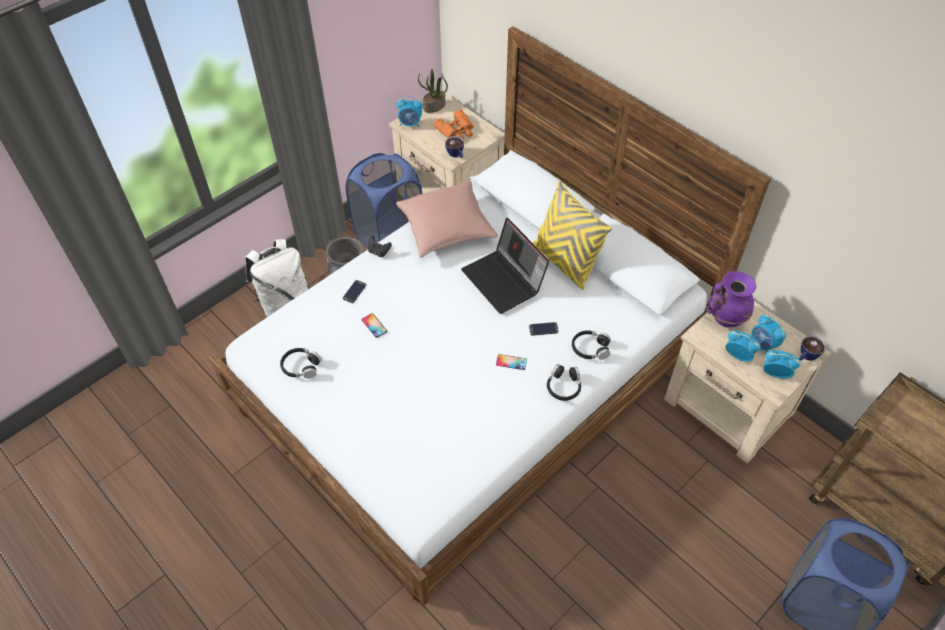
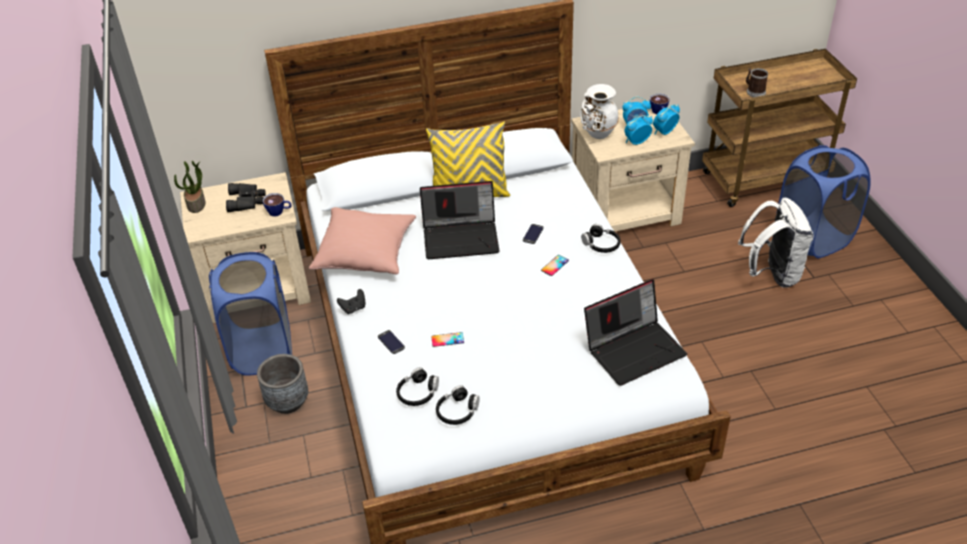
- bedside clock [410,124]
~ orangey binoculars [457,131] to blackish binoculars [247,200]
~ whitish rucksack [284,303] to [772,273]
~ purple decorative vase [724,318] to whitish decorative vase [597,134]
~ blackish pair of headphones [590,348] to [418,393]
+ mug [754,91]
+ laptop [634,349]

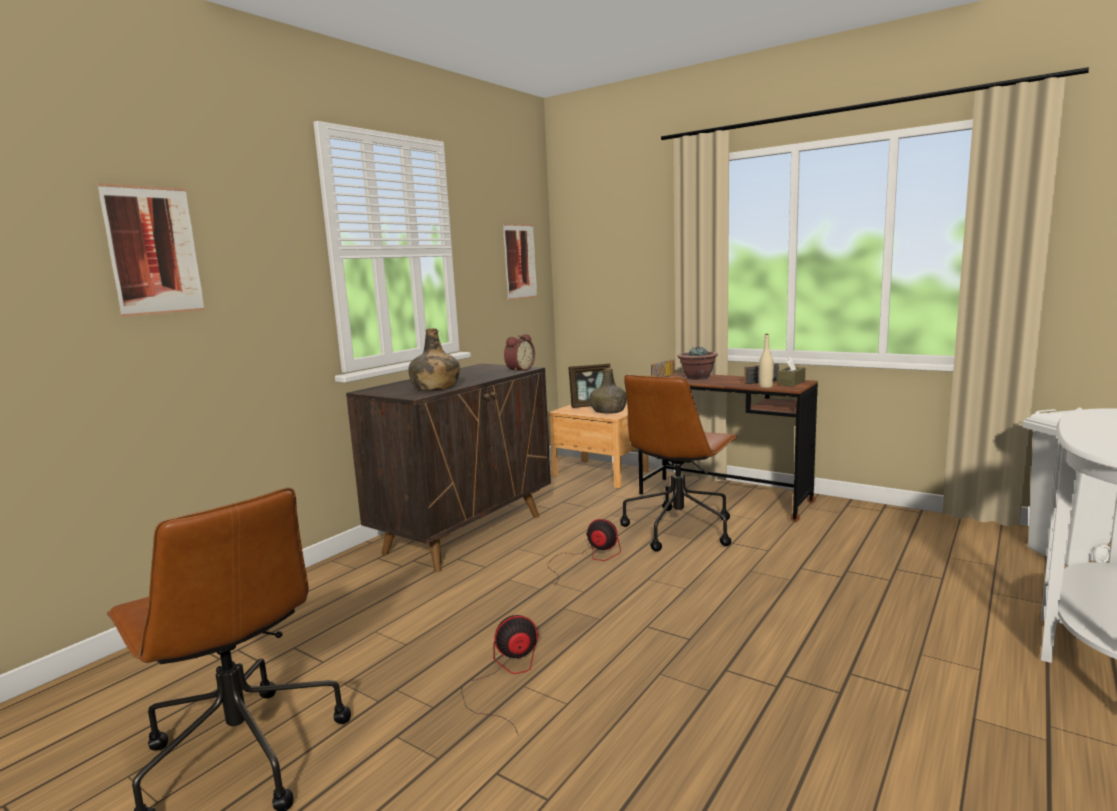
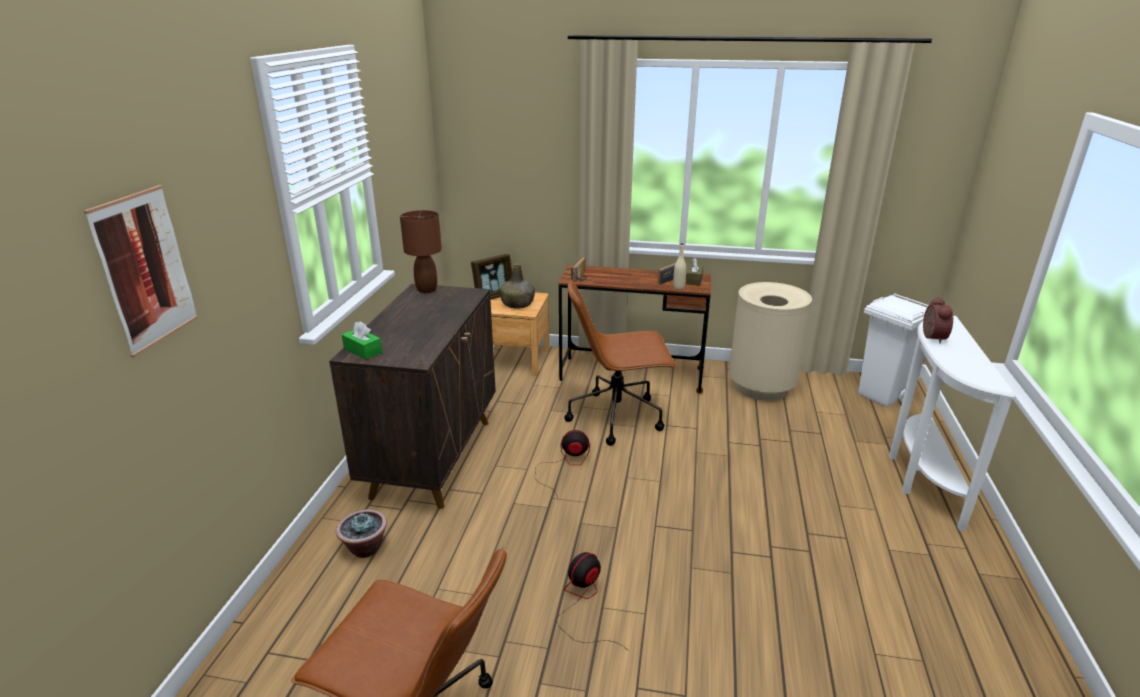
- wall art [520,261]
- greenish beverage bottle [435,388]
~ bedside clock [518,370] to [931,337]
~ potted plant [697,378] to [365,548]
~ brown-coloured office chair [679,529] = [617,417] 75 degrees clockwise
+ brown-coloured tabletop lamp [426,290]
+ sand-coloured waste bin [761,387]
+ greenish tissue holder [363,350]

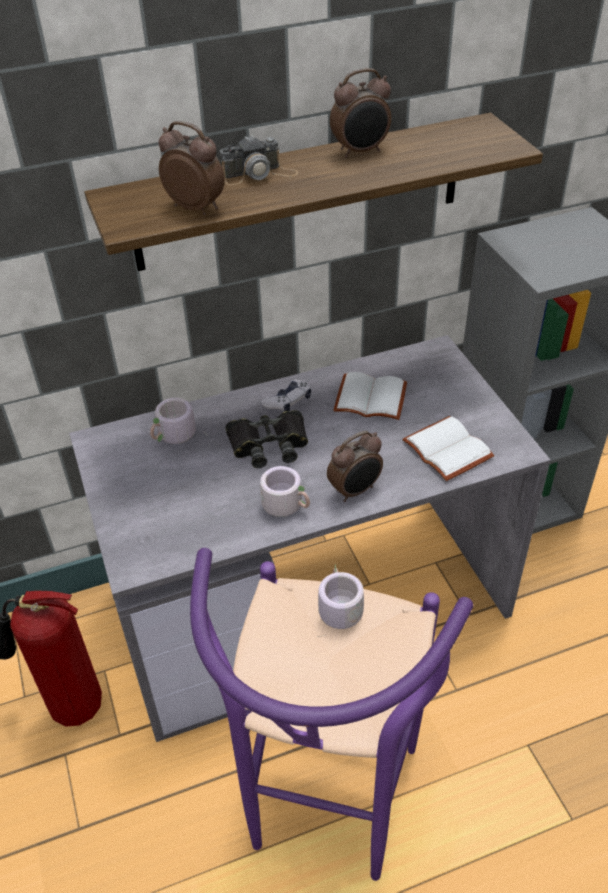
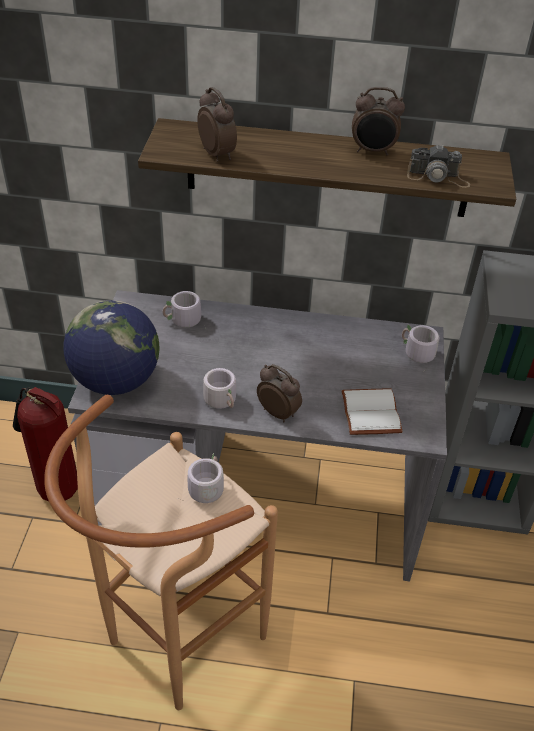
~ photo camera [259,174] to [438,177]
- whitish volume [372,397]
- joypad [288,401]
- blackish binoculars [269,444]
~ bedside clock [355,490] = [278,412] 135 degrees counterclockwise
~ purple sitting stool [326,812] to brown-coloured sitting stool [174,646]
+ desk globe [116,381]
+ grey mug [415,353]

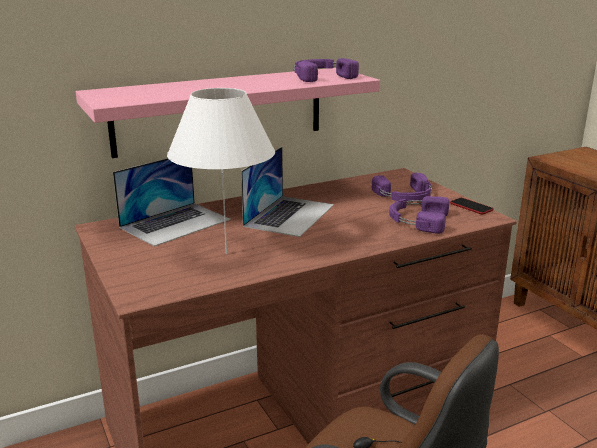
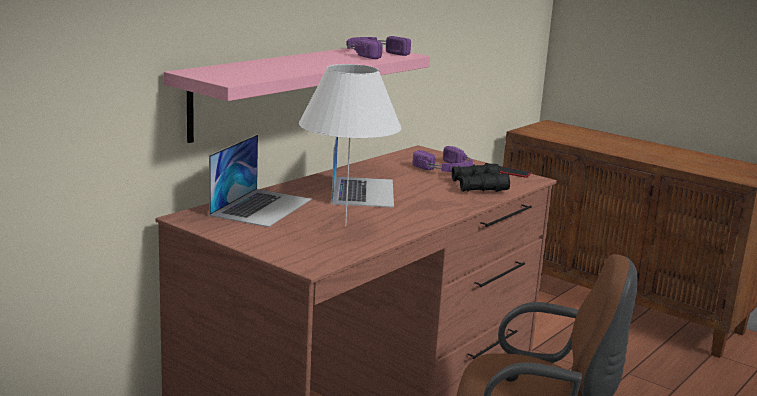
~ purple pair of headphones [417,220] to blackish binoculars [478,186]

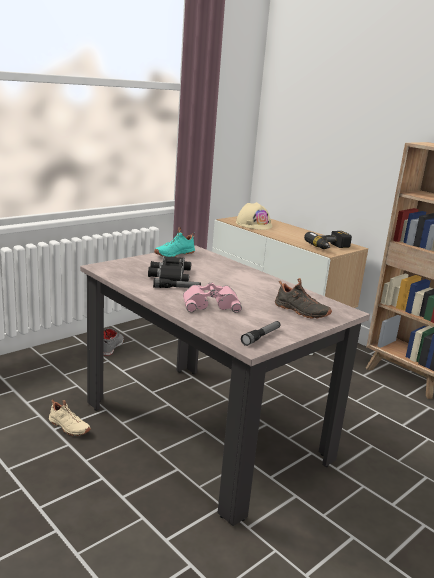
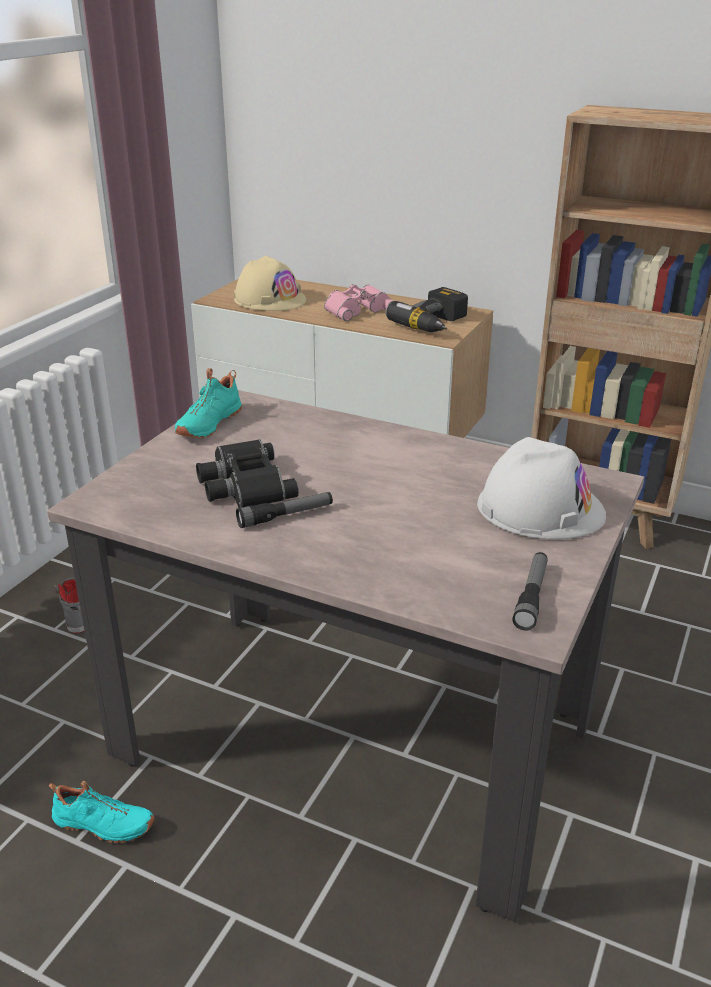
~ blackish shoe [300,312] to whitish work helmet [540,508]
~ pink-coloured binoculars [211,304] to [357,309]
~ sand-coloured shoe [68,427] to turquoise shoe [102,825]

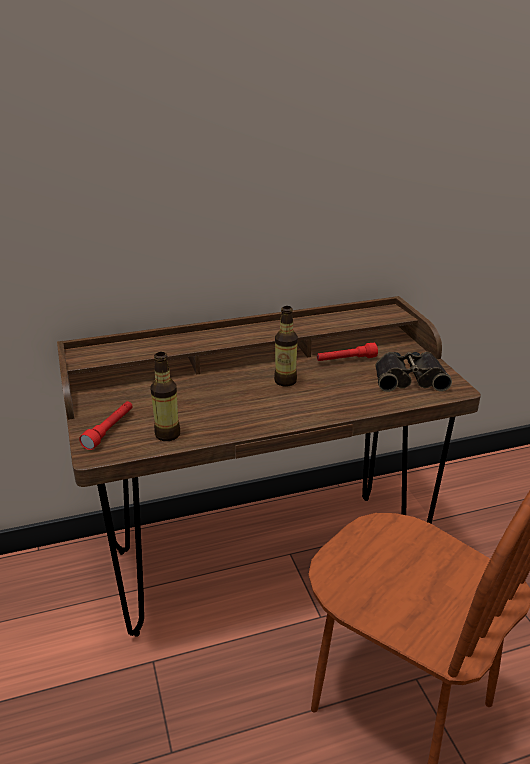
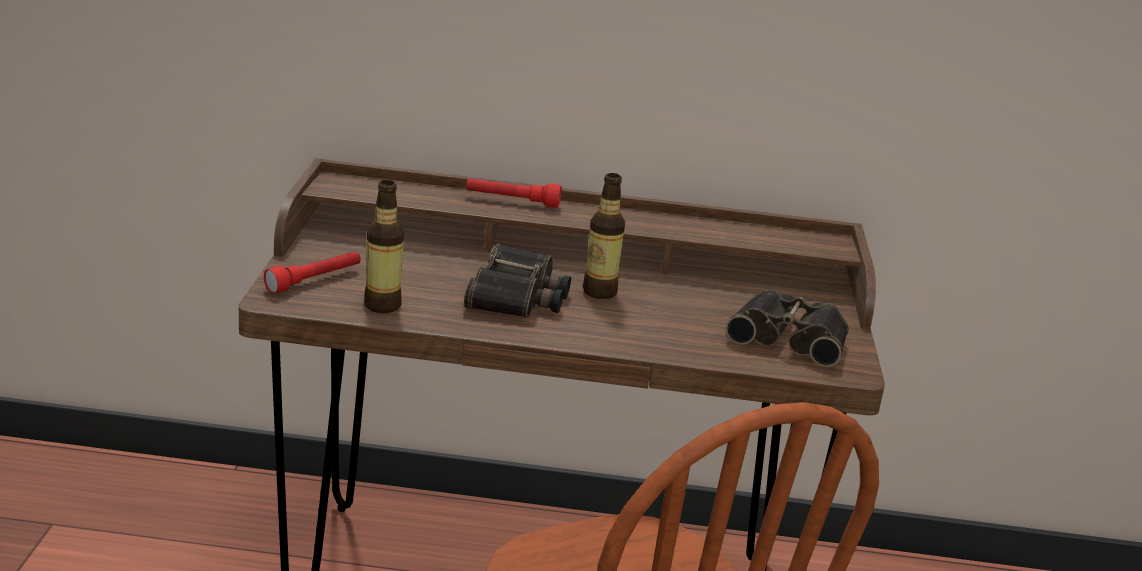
~ red-coloured hand torch [346,360] to [512,201]
+ binoculars [518,297]

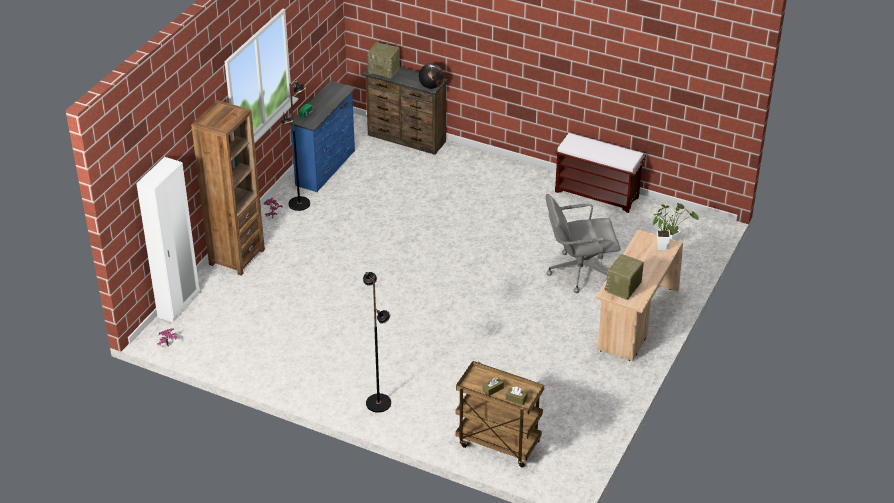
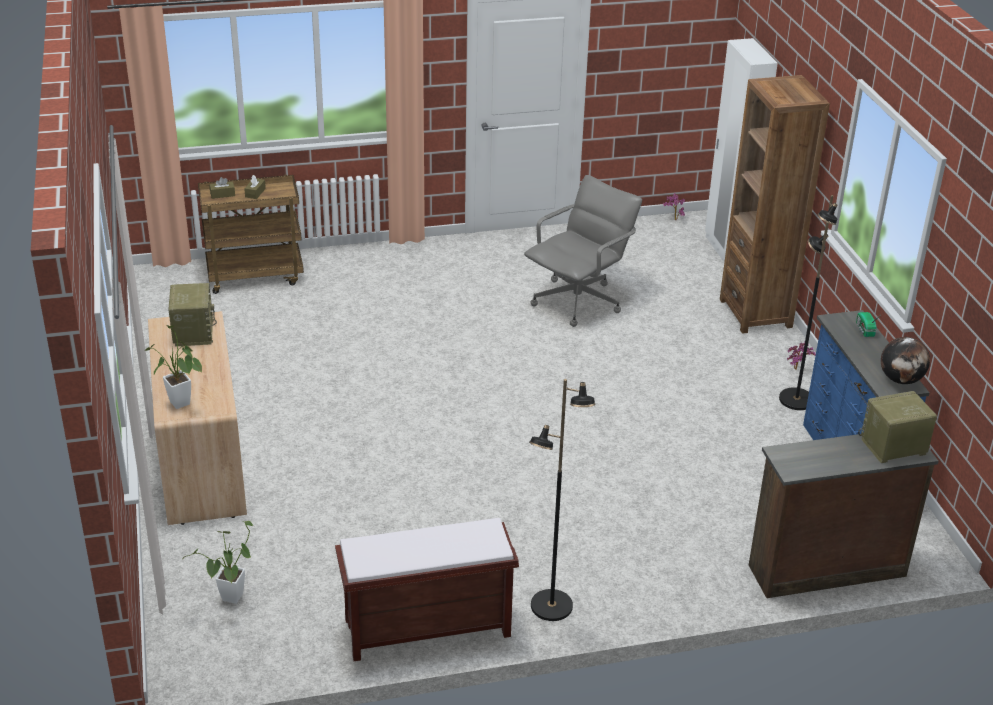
~ desk globe [431,86] to [901,380]
~ grey office chair [578,271] to [578,302]
~ blackish standard lamp [379,403] to [551,607]

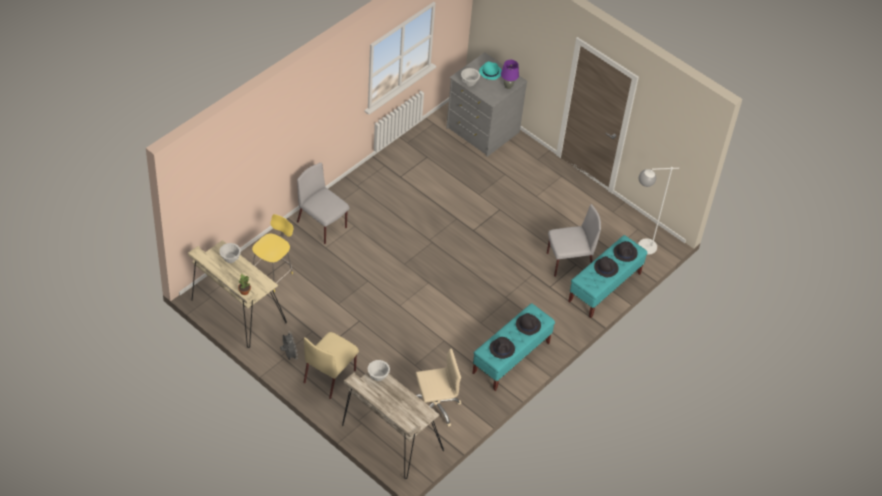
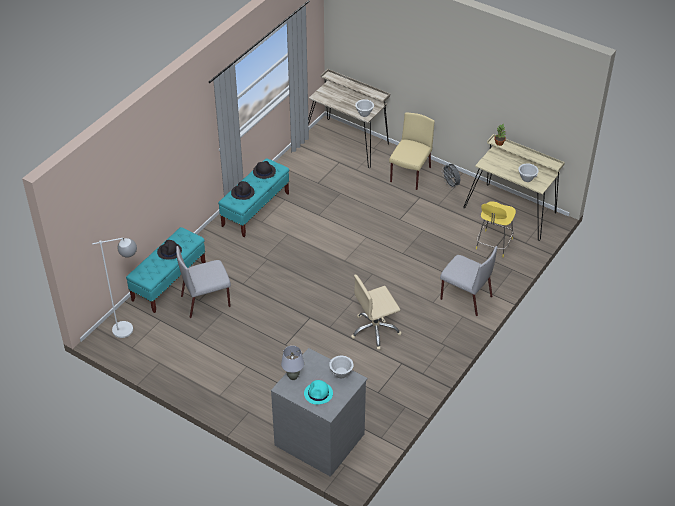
~ purple tabletop lamp [508,86] to grey tabletop lamp [293,377]
- blackish wearable hat [625,252]
~ sand-coloured office chair [435,407] to [375,330]

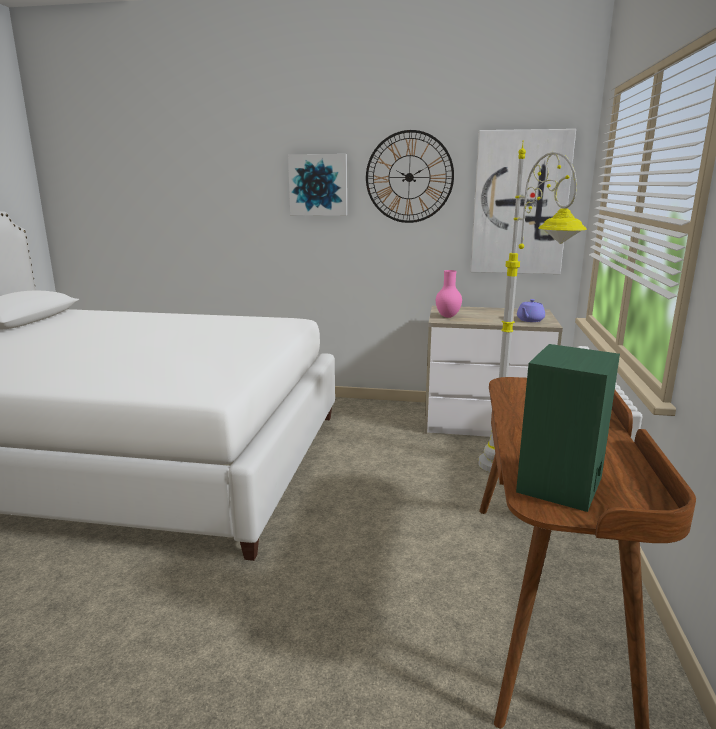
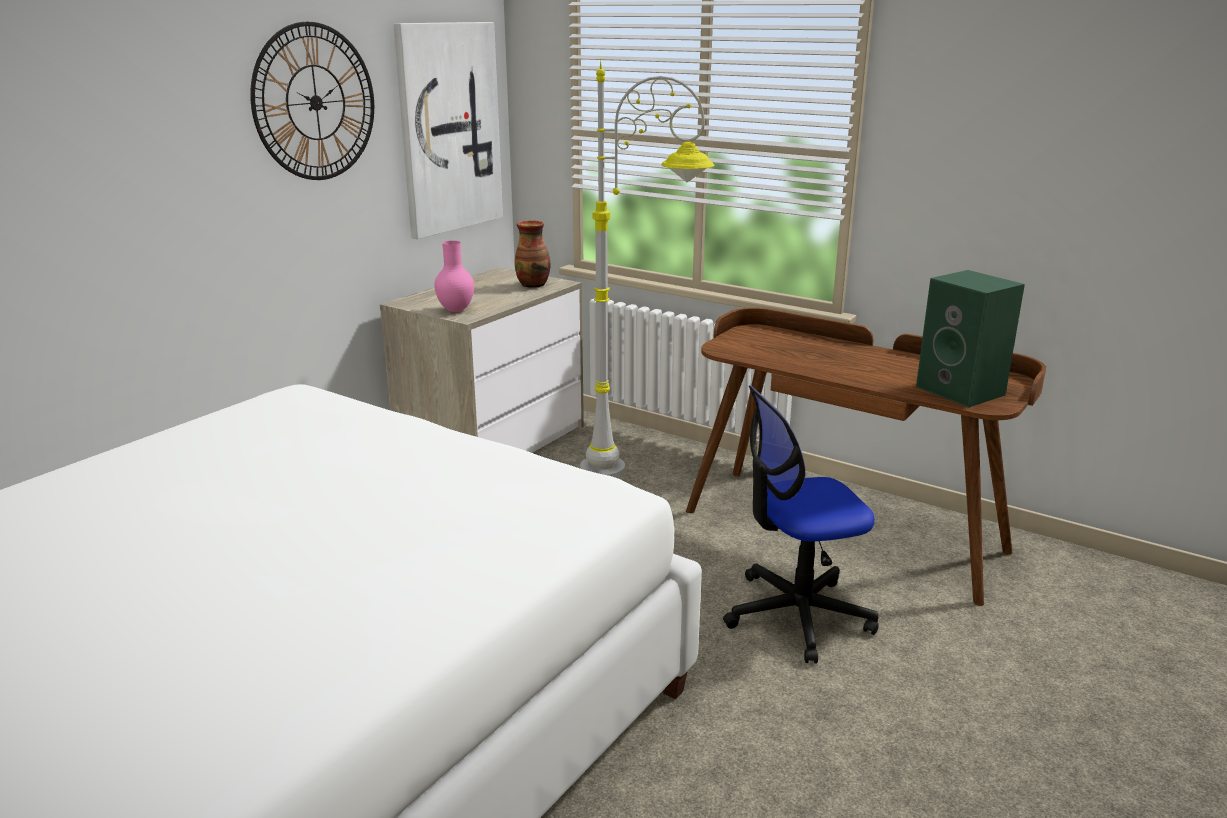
- wall art [318,185]
~ purple pot for tea [529,320] to decorative vase [533,285]
+ office chair [797,615]

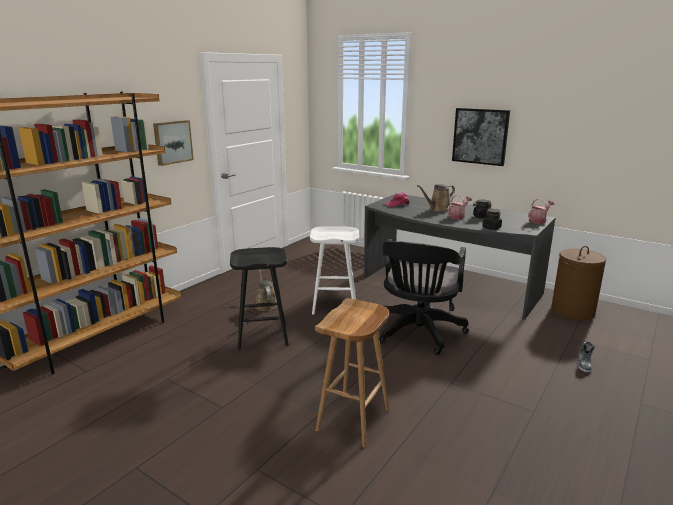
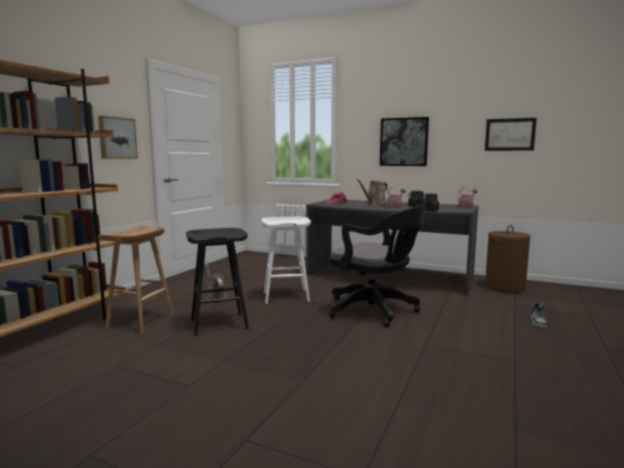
~ blackish office chair [418,333] = [375,311] 60 degrees counterclockwise
~ brown-coloured sitting stool [353,420] to [141,322]
+ wall art [509,134]

